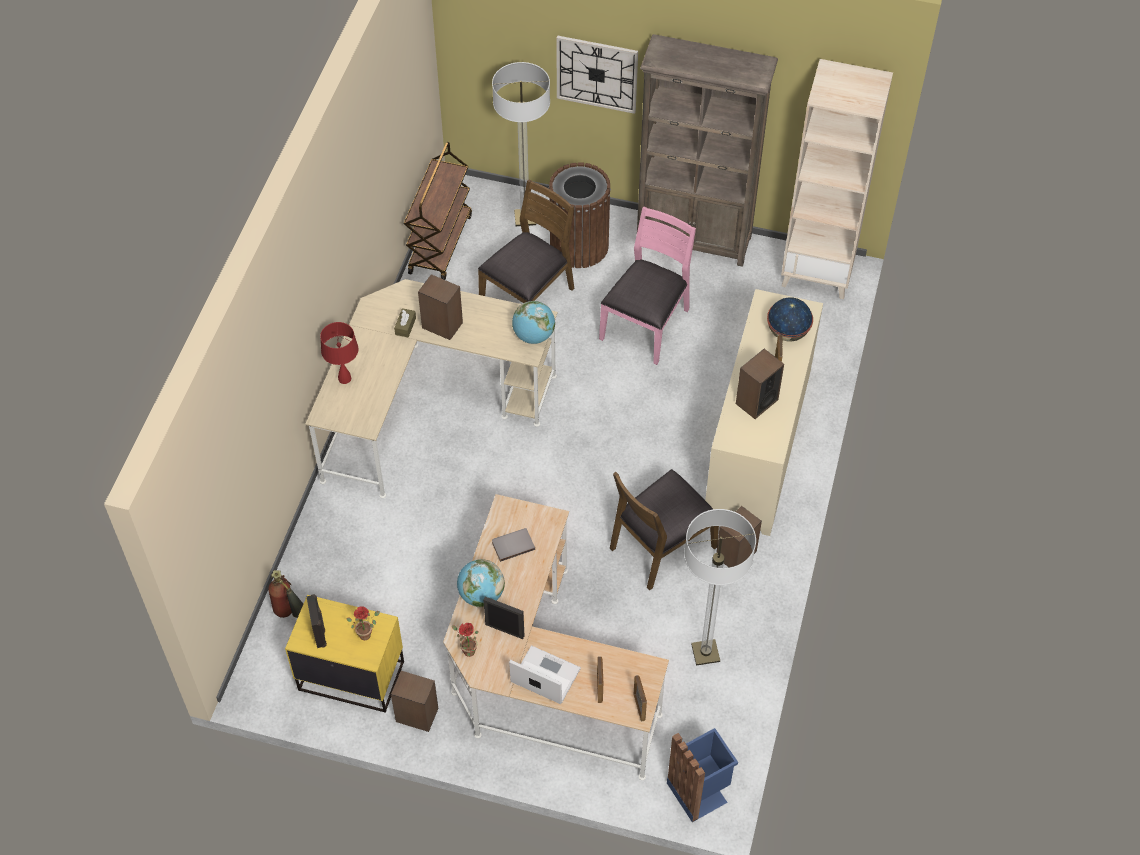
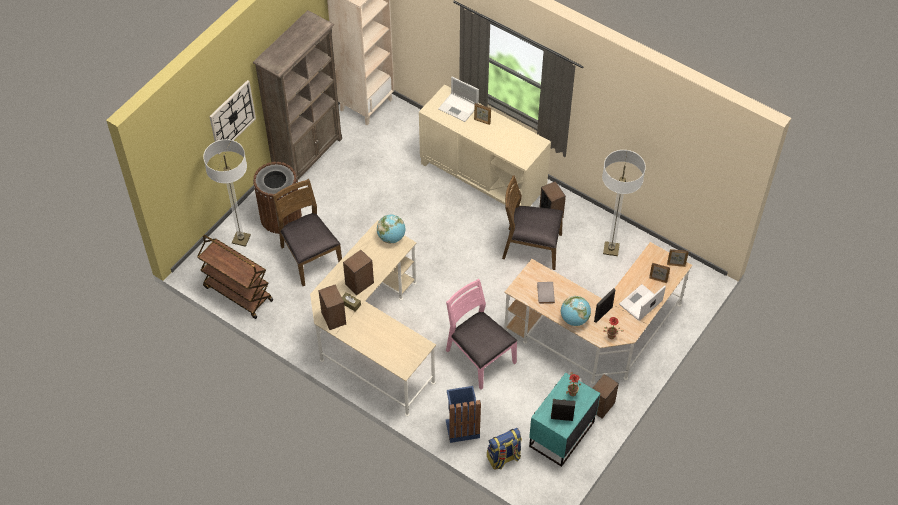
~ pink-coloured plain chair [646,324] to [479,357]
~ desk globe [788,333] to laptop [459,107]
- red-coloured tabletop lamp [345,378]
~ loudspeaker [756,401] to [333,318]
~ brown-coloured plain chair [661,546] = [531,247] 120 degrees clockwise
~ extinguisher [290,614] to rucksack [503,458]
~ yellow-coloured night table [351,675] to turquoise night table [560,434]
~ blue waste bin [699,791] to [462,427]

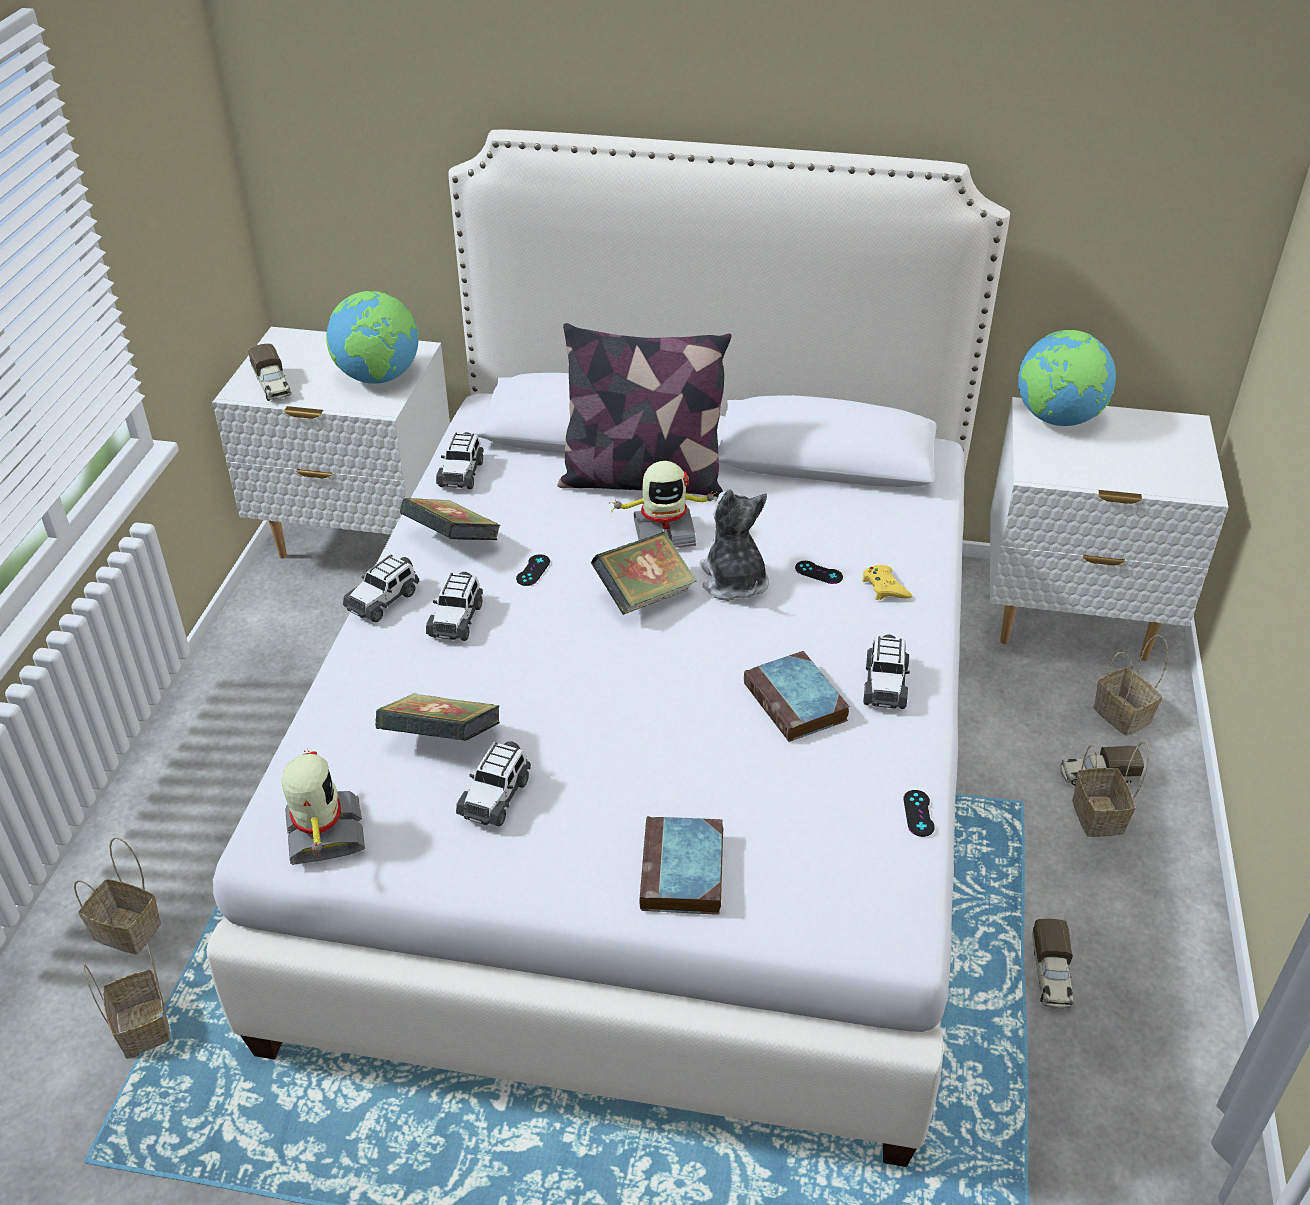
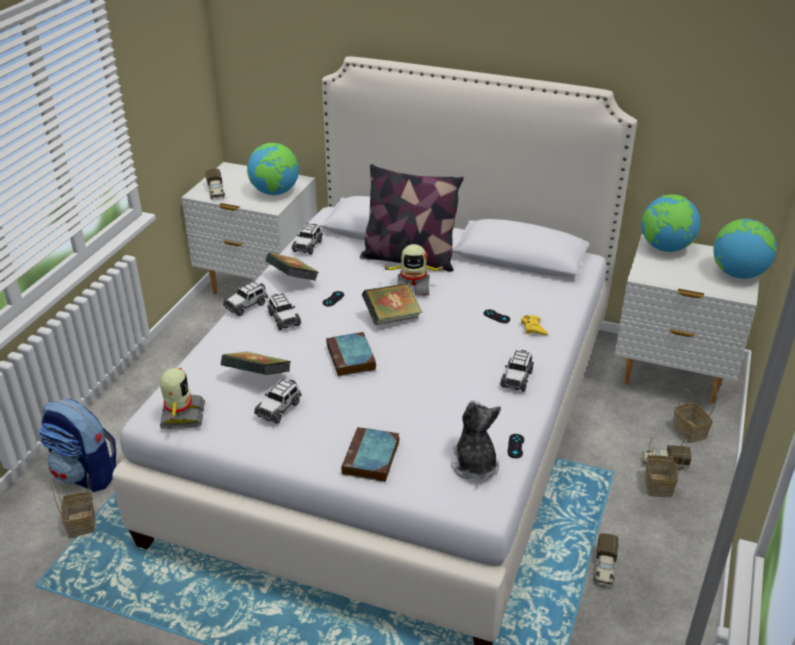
~ plush toy [734,581] to [474,464]
~ toy car [456,619] = [283,319] 45 degrees counterclockwise
~ volume [797,703] to [351,358]
~ storage basket [129,930] to rucksack [86,474]
+ desk globe [737,274]

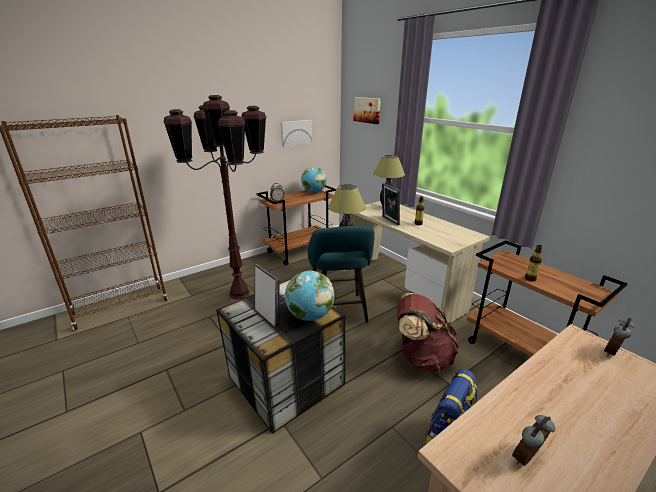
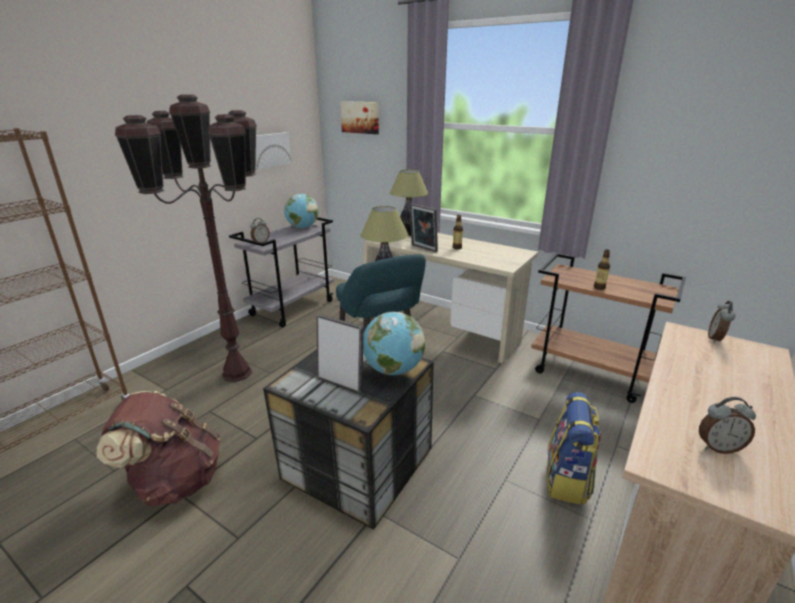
~ brown-coloured wheeled cart [299,251] to grey wheeled cart [292,308]
~ brown-coloured rucksack [421,357] to [175,481]
~ bedside clock [527,459] = [718,447] 120 degrees counterclockwise

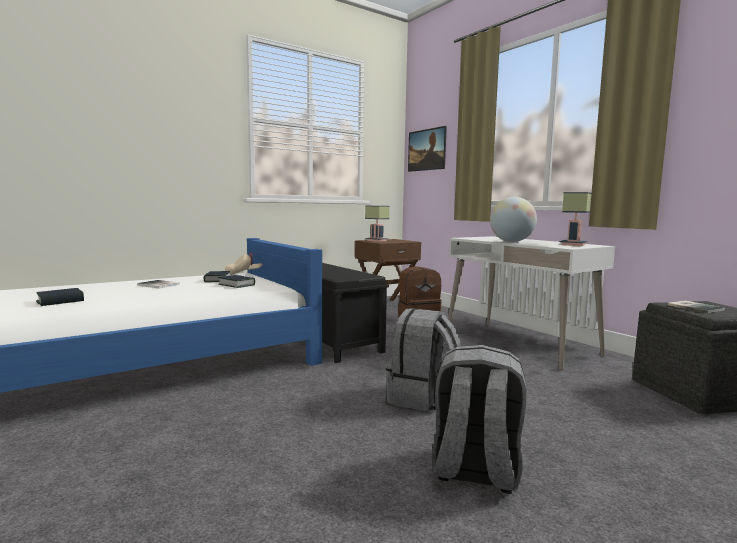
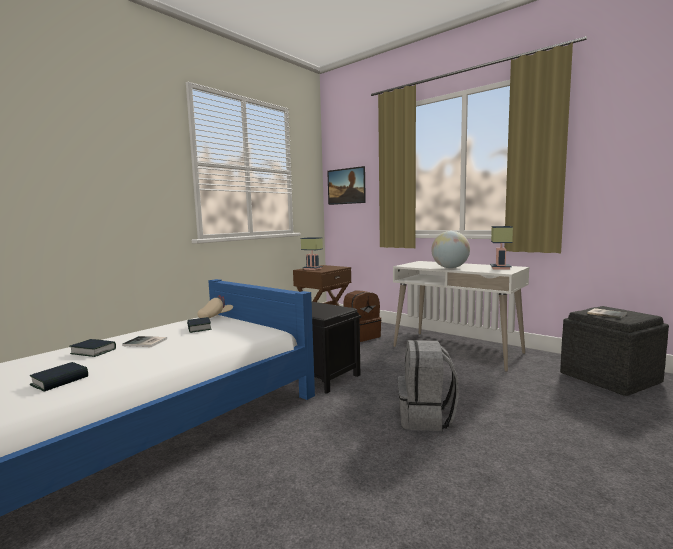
~ volume [236,285] to [93,351]
- grey rucksack [474,471]

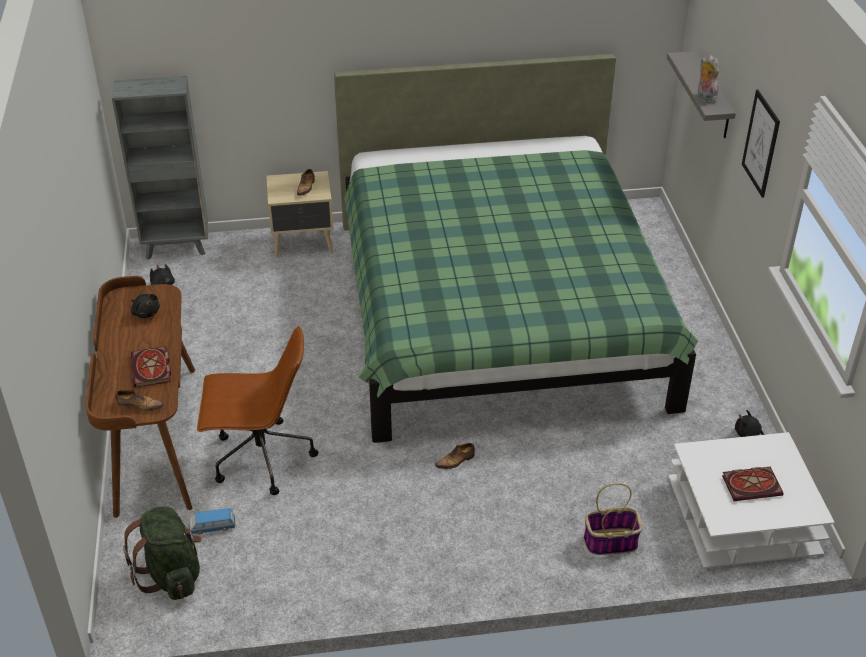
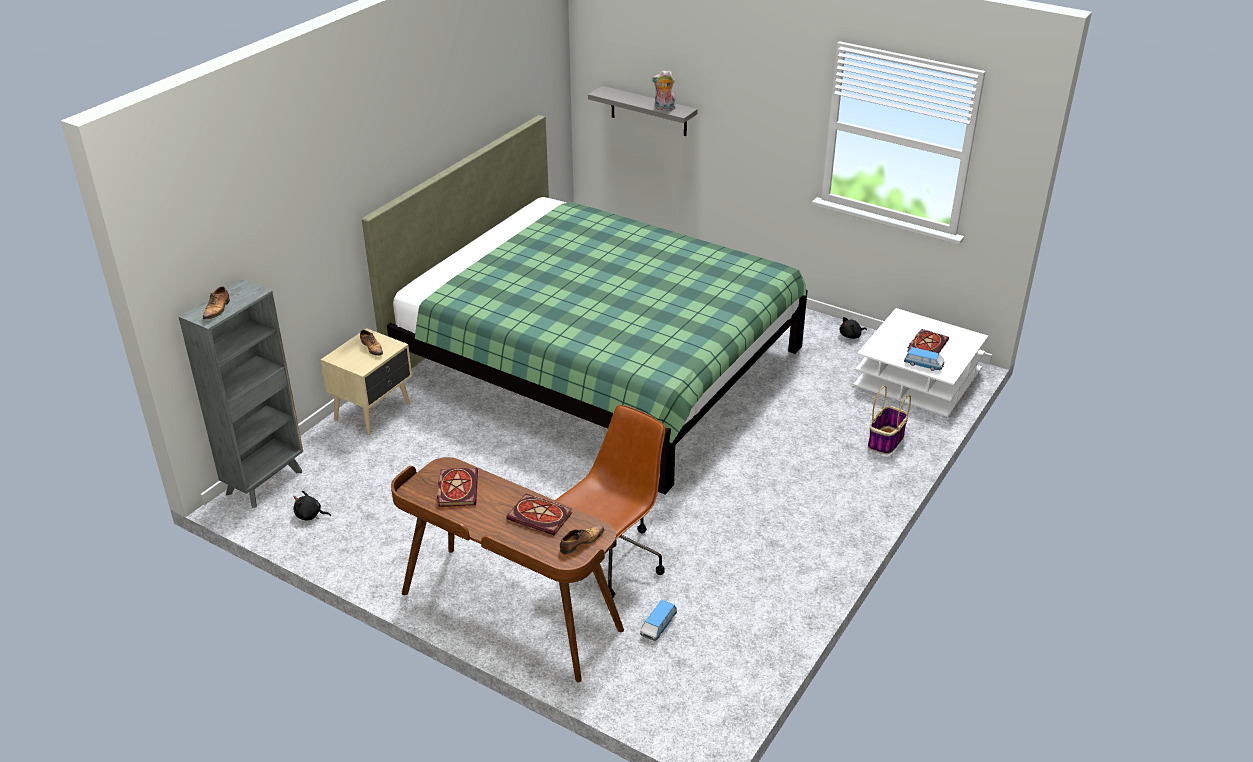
- wall art [761,143]
~ blackish plush toy [146,312] to volume [457,488]
~ shoe [456,461] to [217,309]
- greenish rucksack [172,574]
+ toy car [923,365]

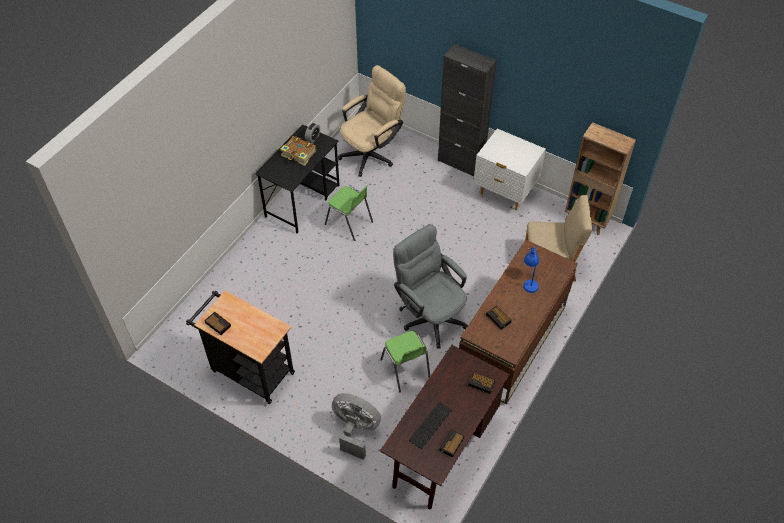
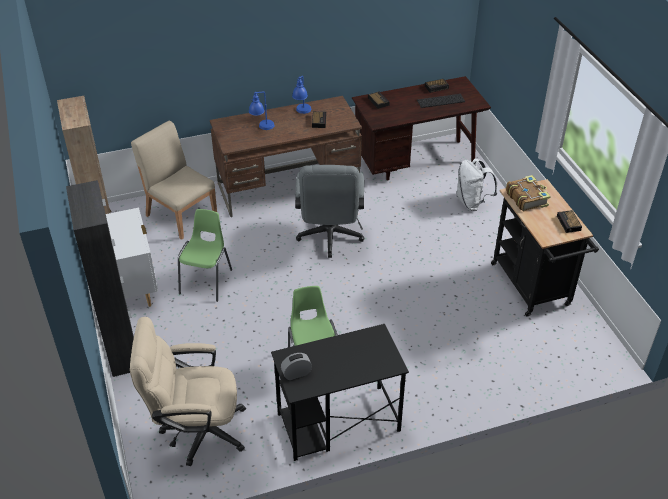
~ volume [299,154] to [526,198]
~ greenish plain chair [405,369] to [207,281]
~ grey cooling fan [355,430] to whitish rucksack [472,202]
+ blue tabletop lamp [302,113]

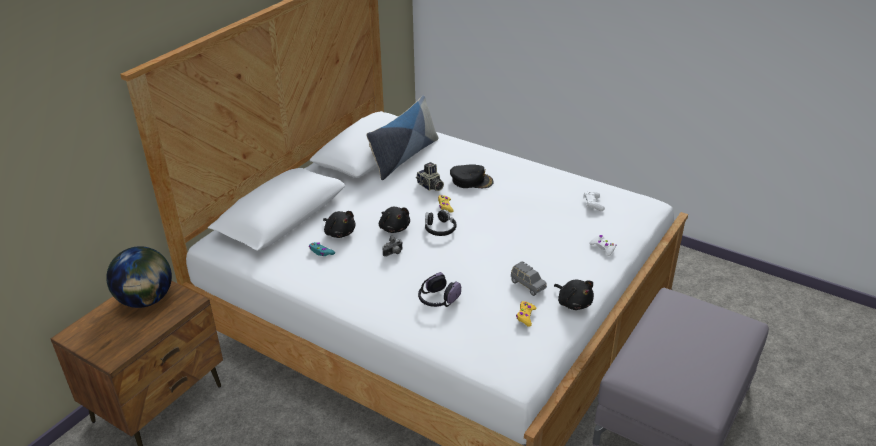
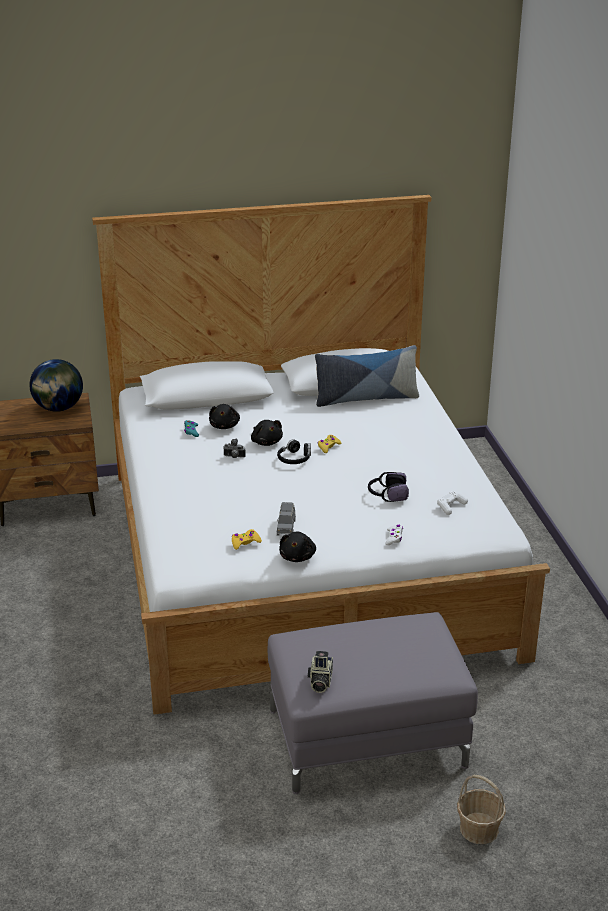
~ photo camera [430,186] to [320,681]
- blackish cap [471,180]
~ blackish plush toy [394,228] = [266,442] 45 degrees counterclockwise
~ pair of headphones [437,299] to [387,494]
+ storage basket [479,829]

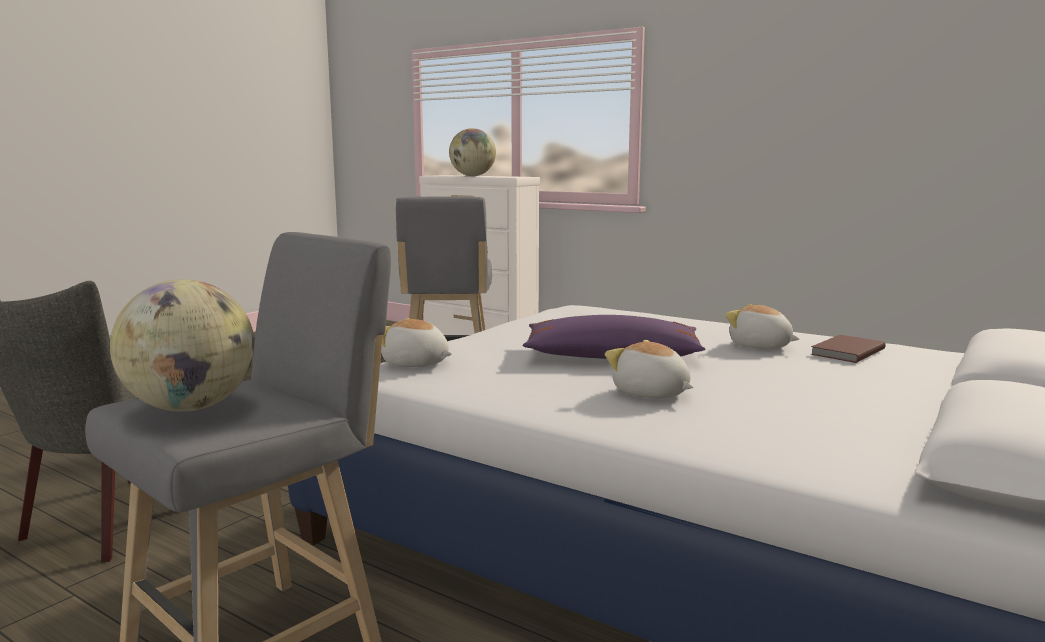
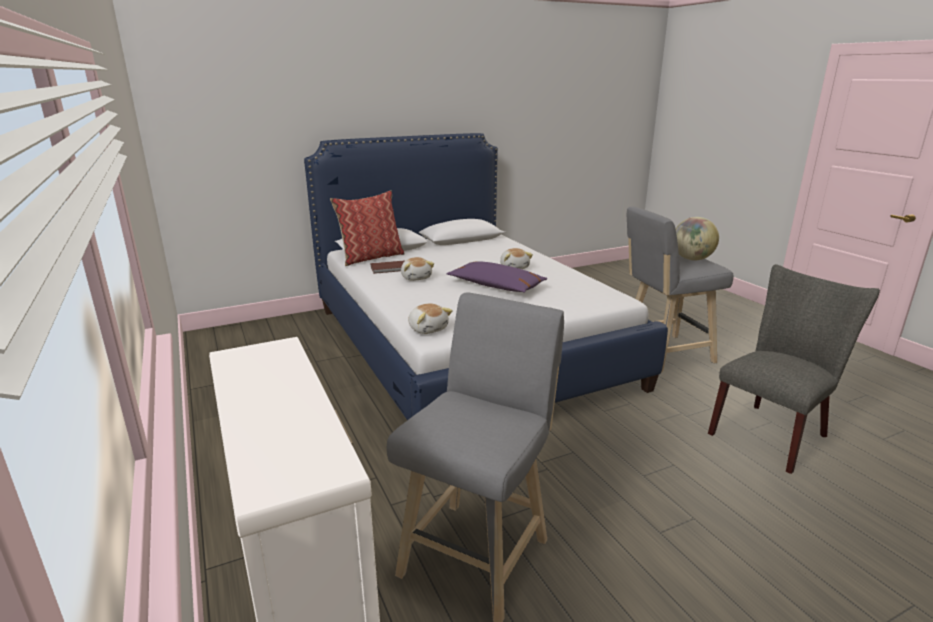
- desk globe [472,176]
~ plush toy [415,364] to [428,328]
+ throw pillow [371,257]

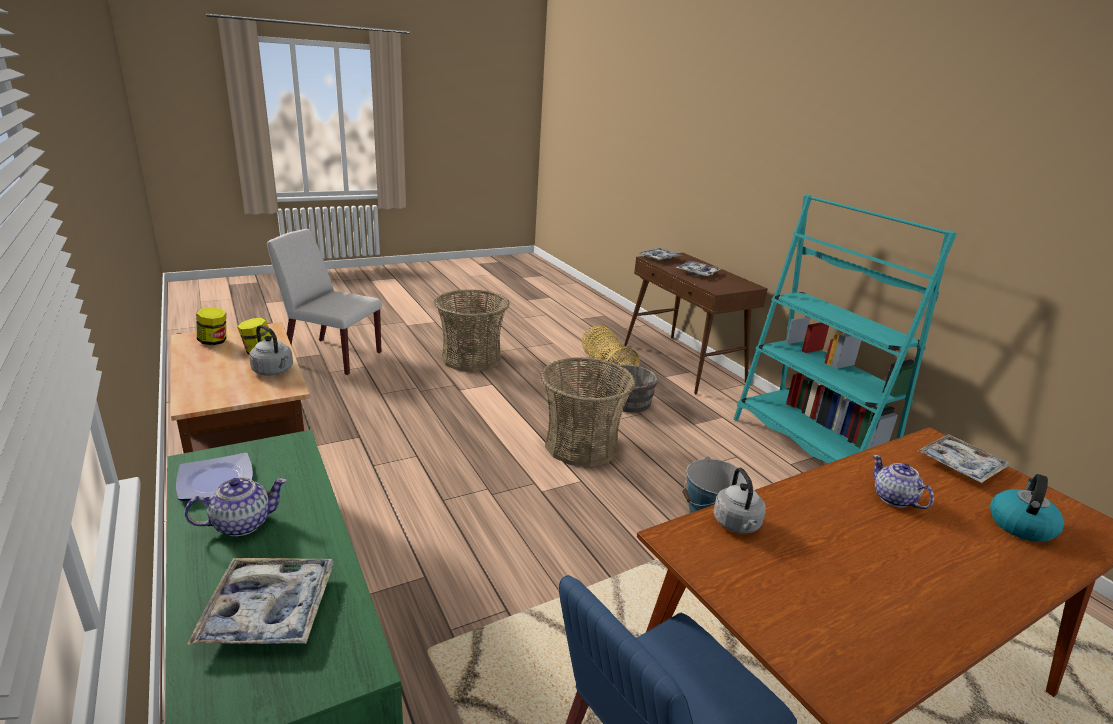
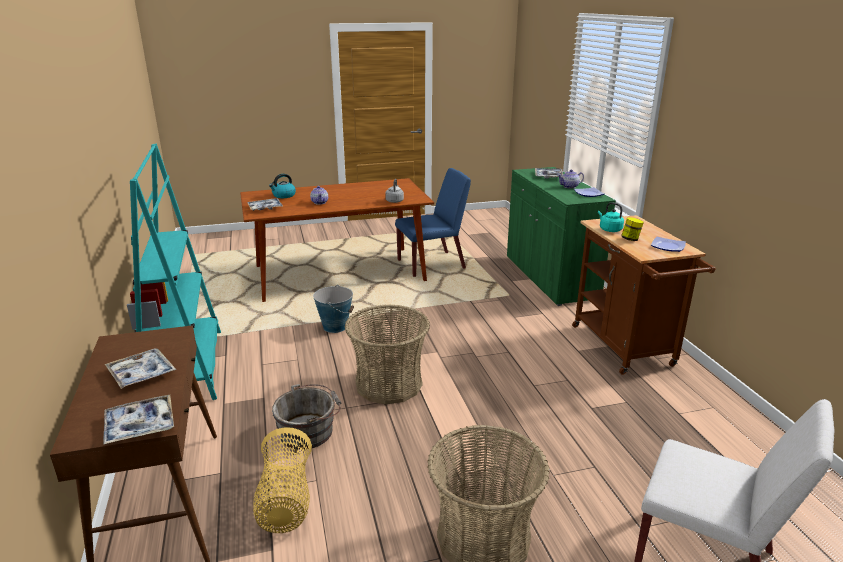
~ jar [214,342] to dinner plate [668,247]
~ grey kettle [274,371] to turquoise kettle [609,229]

